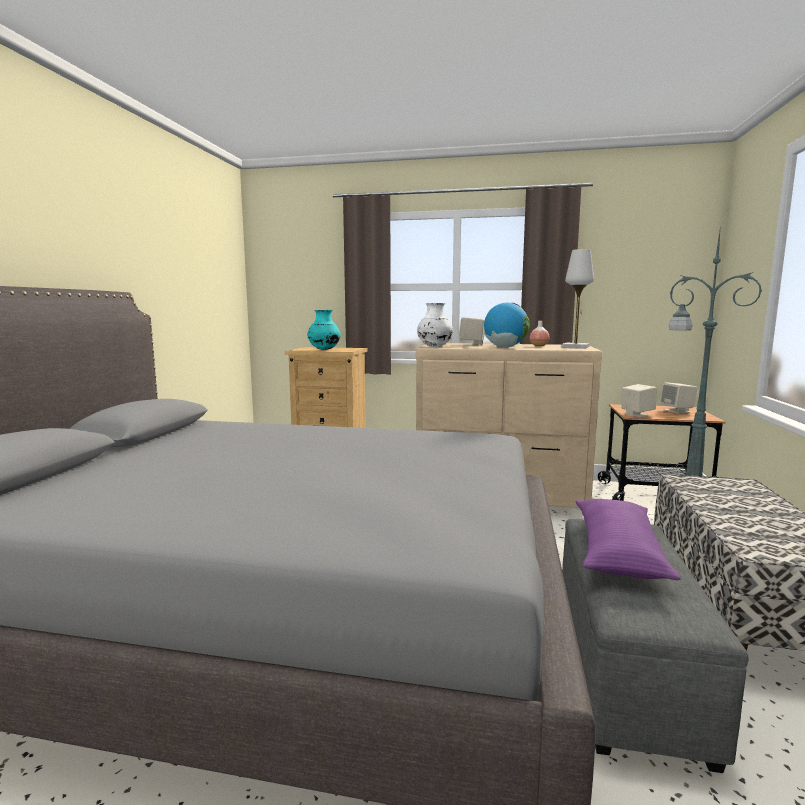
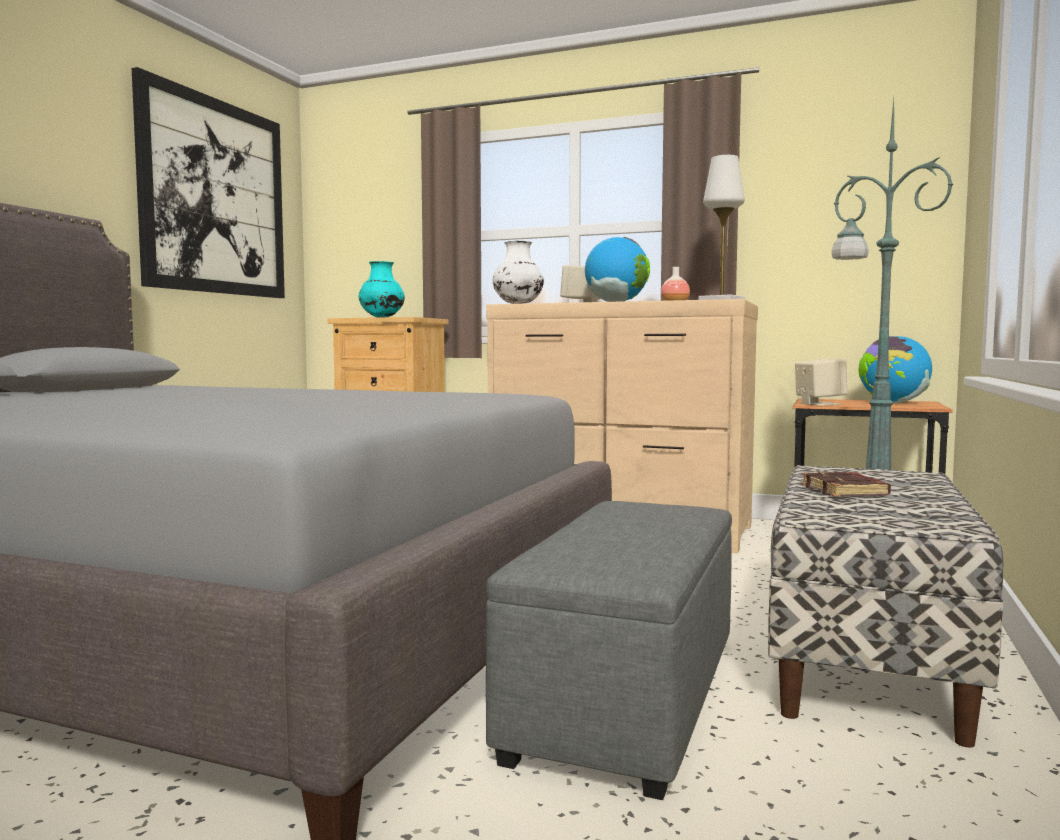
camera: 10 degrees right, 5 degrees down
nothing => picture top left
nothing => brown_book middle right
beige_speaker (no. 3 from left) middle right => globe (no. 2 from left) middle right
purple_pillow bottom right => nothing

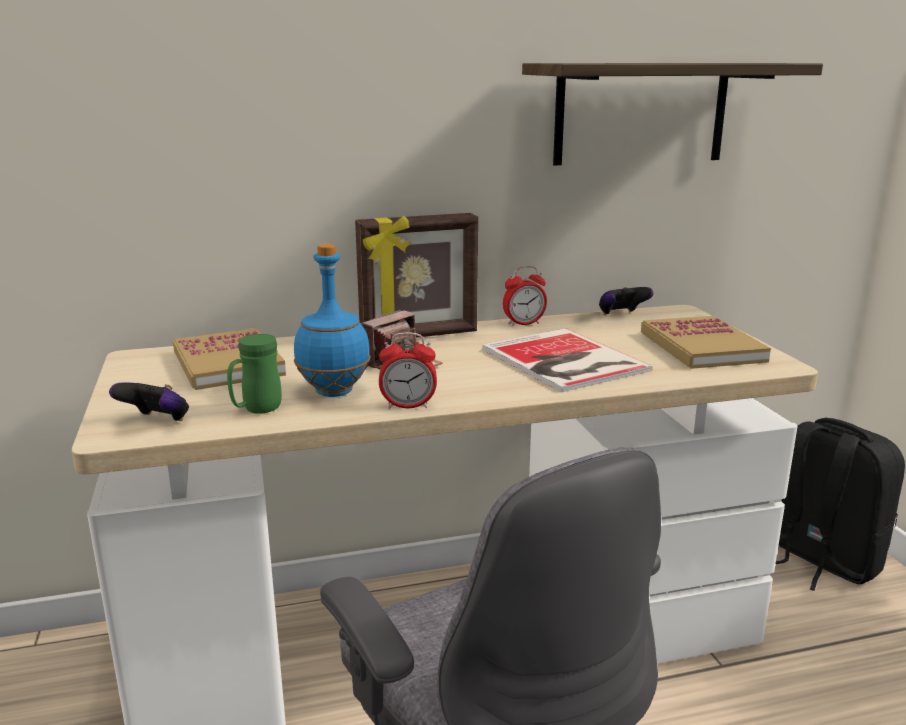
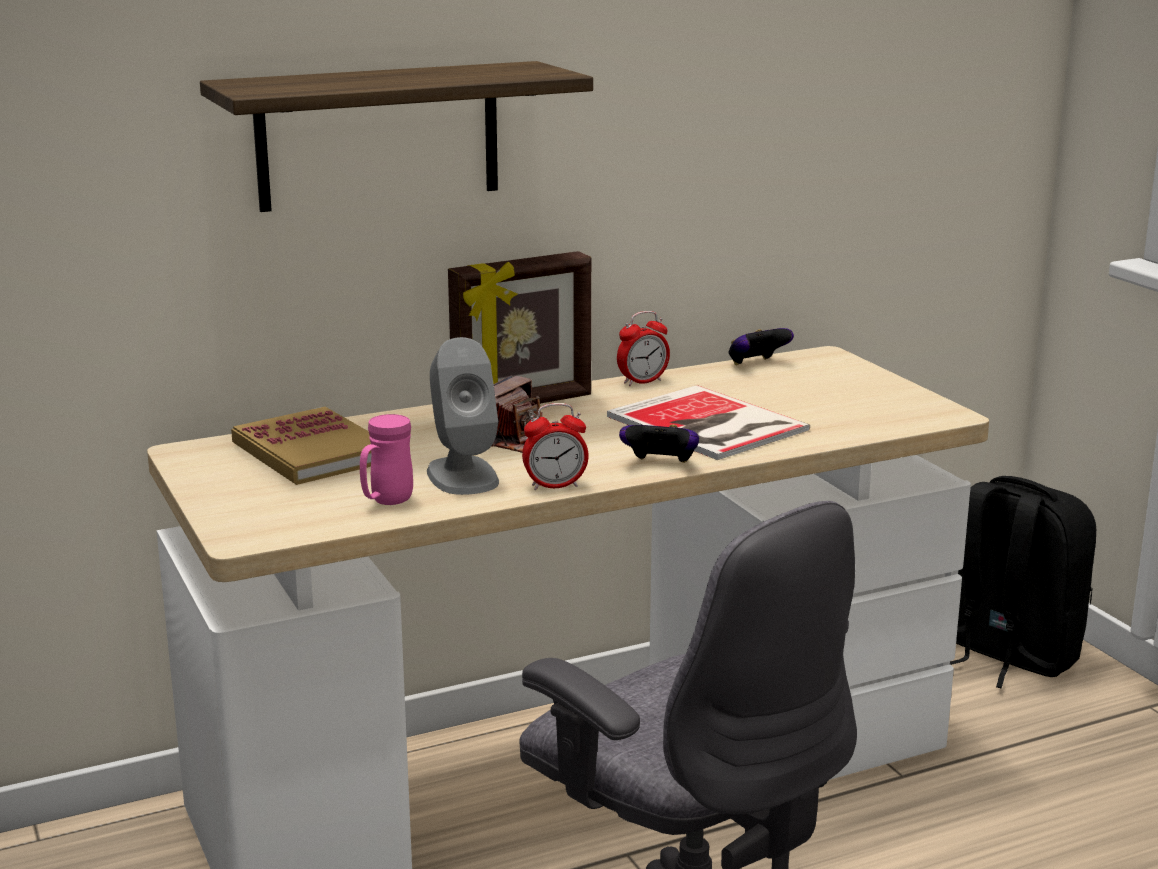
camera: 10 degrees left, 0 degrees up
shelf top right => shelf top centre, relocated
green_mug middle left => pink_mug centre
blue_bottle centre => grey_speaker centre
game_controller (no. 1 from left) middle left => game_controller (no. 1 from left) centre, relocated
book (no. 3 from left) middle right => nothing

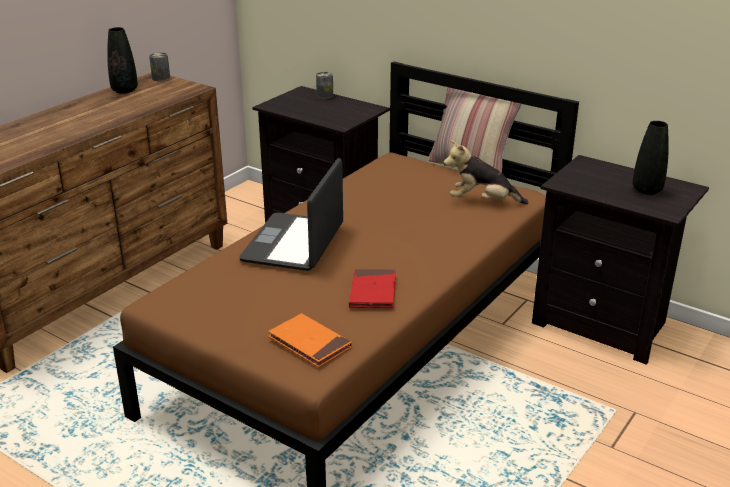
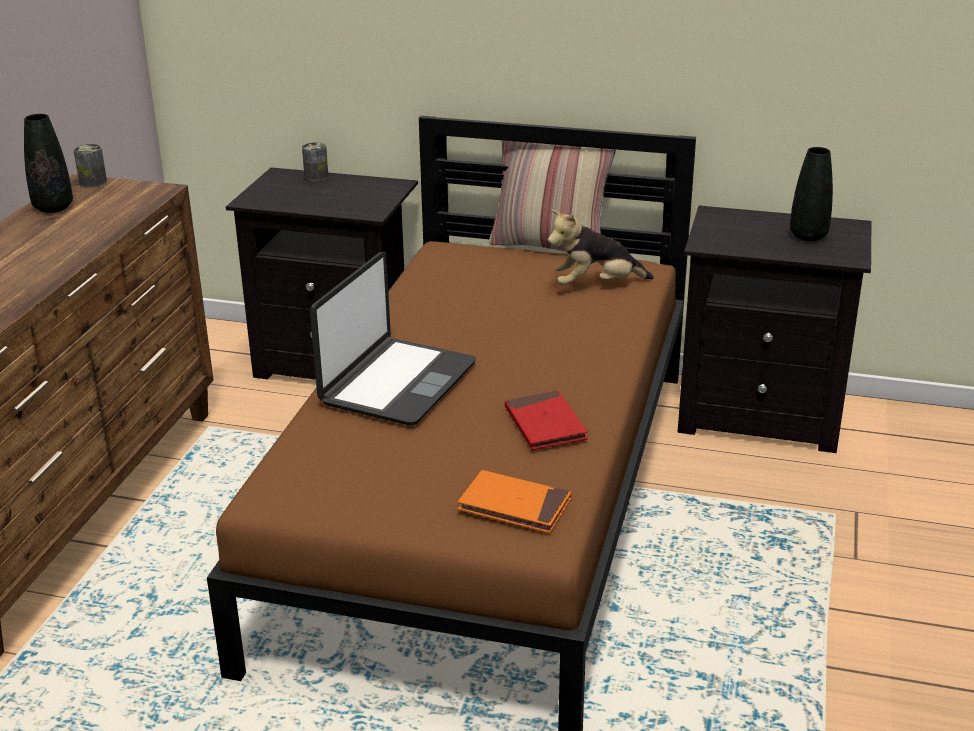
camera: 20 degrees left, 0 degrees up
laptop centre, 150 degrees counterclockwise

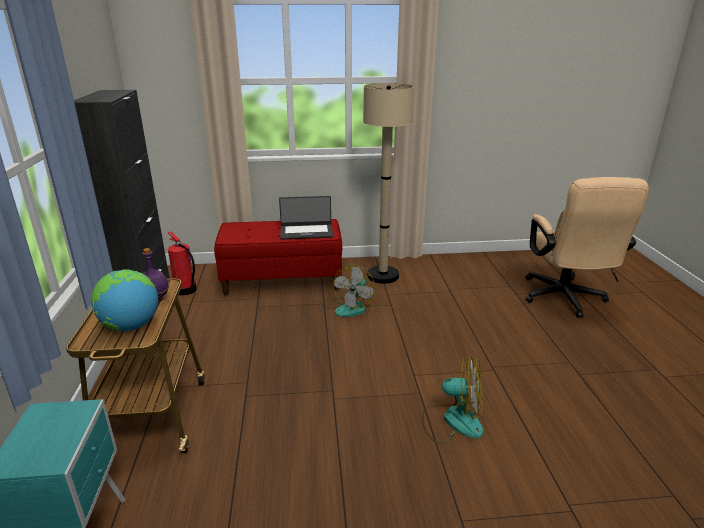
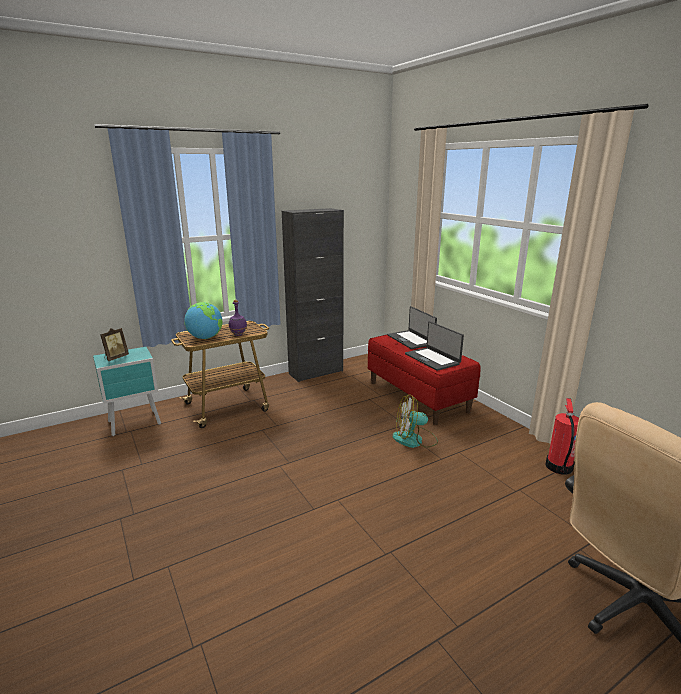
camera: 65 degrees right, 5 degrees down
nothing => picture_frame middle left
nothing => laptop (no. 1 from left) centre
fire_extinguisher middle left => fire_extinguisher middle right, relocated
beige_floor_lamp centre => nothing
fan (no. 2 from left) bottom centre => nothing

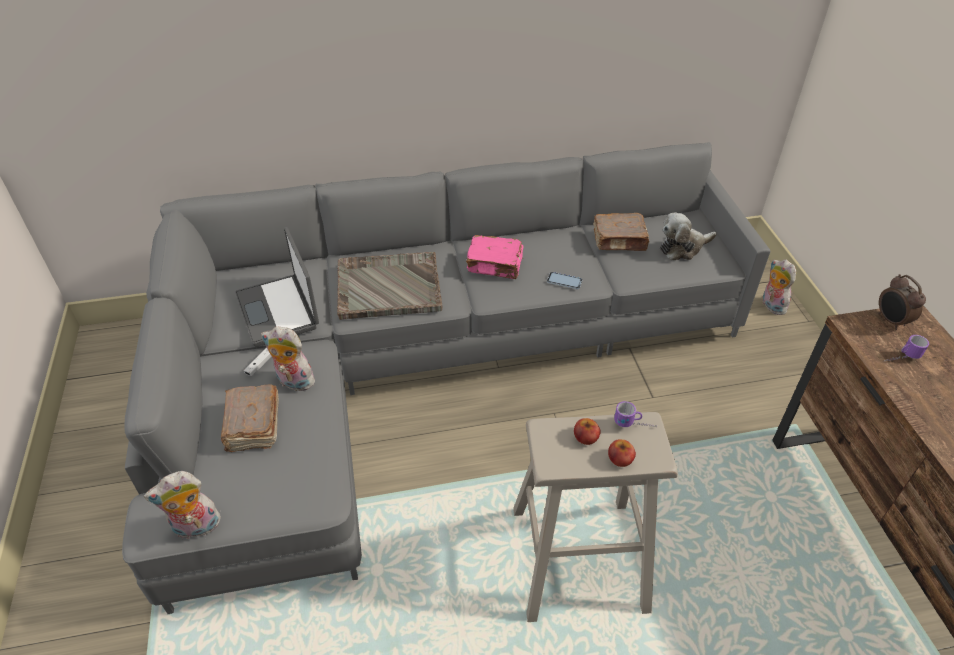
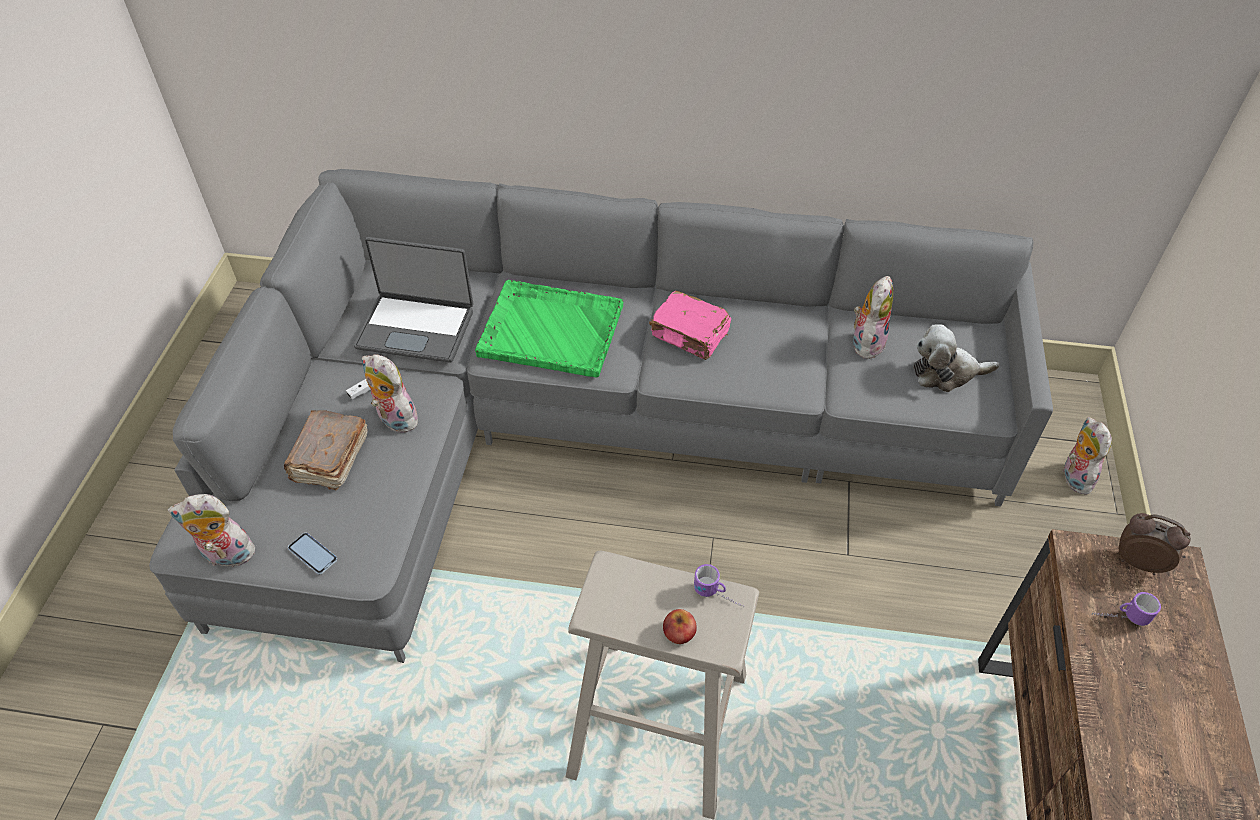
camera: 20 degrees right, 5 degrees up
phone centre => phone bottom left, relocated
laptop middle left, 75 degrees counterclockwise
grey_tray centre => green_tray centre
brown_book (no. 2 from left) centre => plush_toy (no. 3 from left) middle right
alarm_clock middle right, 120 degrees clockwise
apple (no. 1 from left) centre => nothing

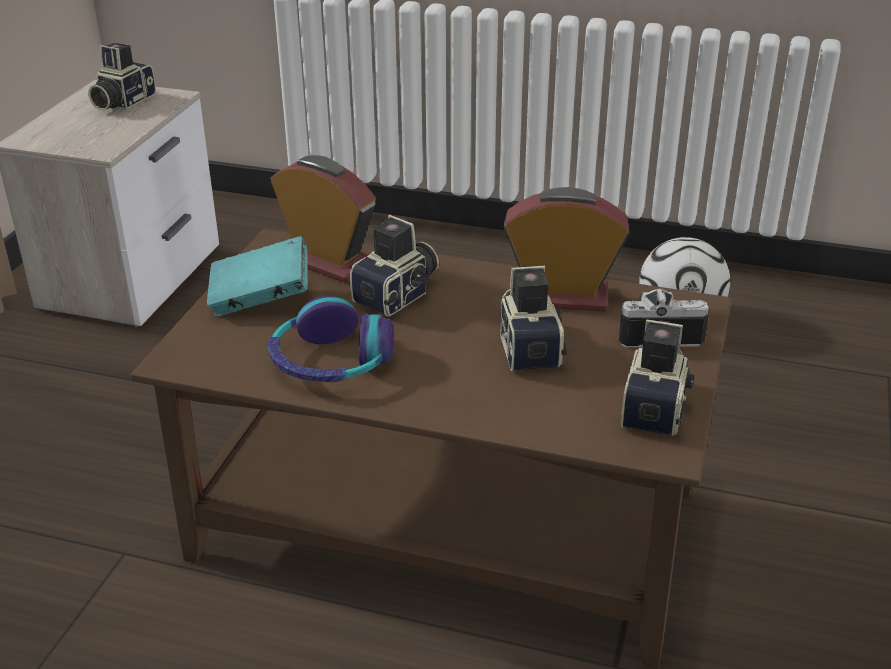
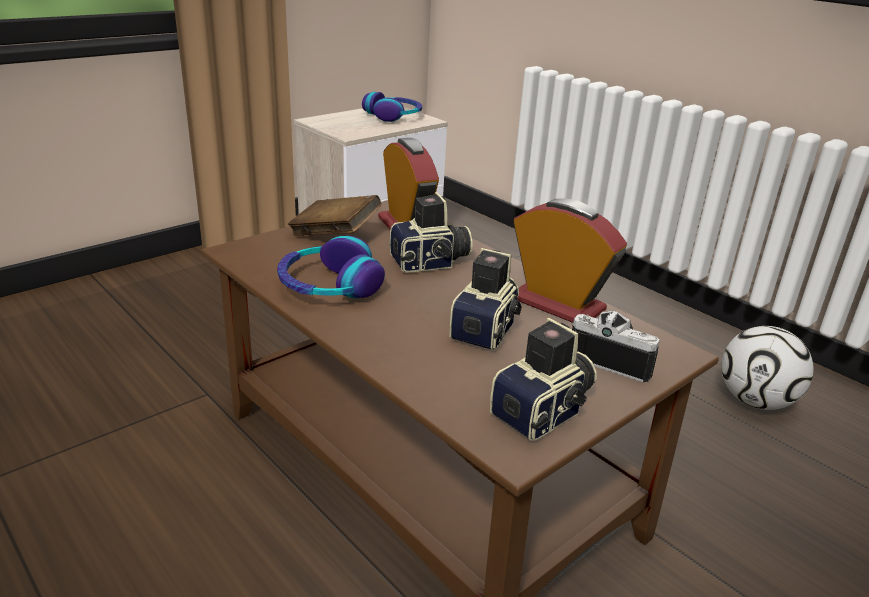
camera: 30 degrees right, 5 degrees down
turquoise_book middle left => brown_book centre
photo_camera (no. 1 from left) top left => headphones (no. 2 from left) top centre

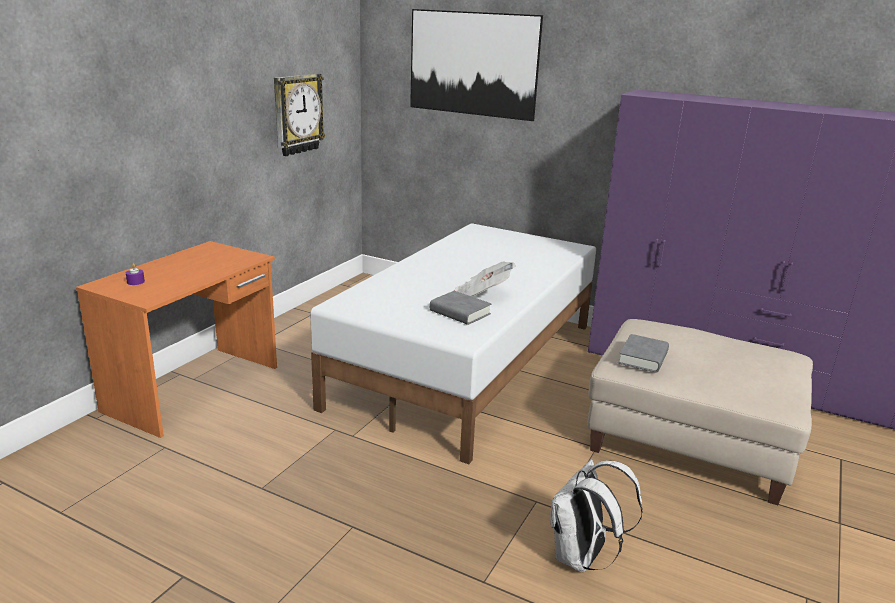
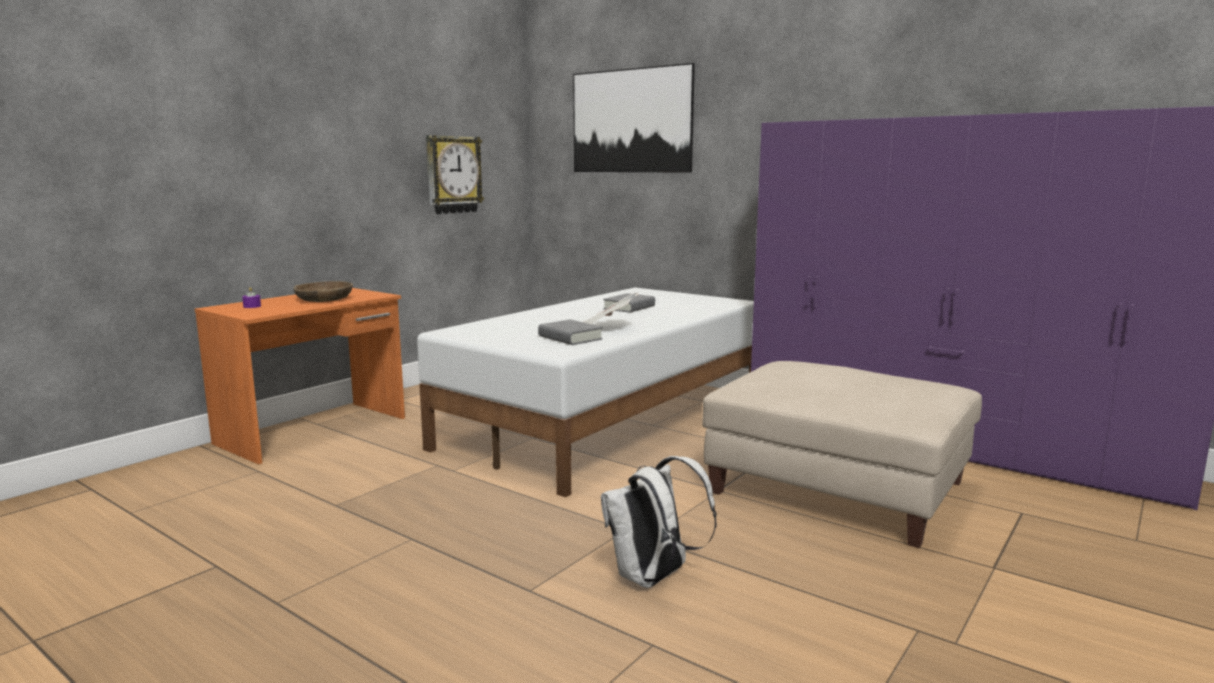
camera: 10 degrees right, 10 degrees down
nothing => brown_bowl middle left
grey_book (no. 2 from left) middle right => grey_book (no. 2 from left) centre, relocated

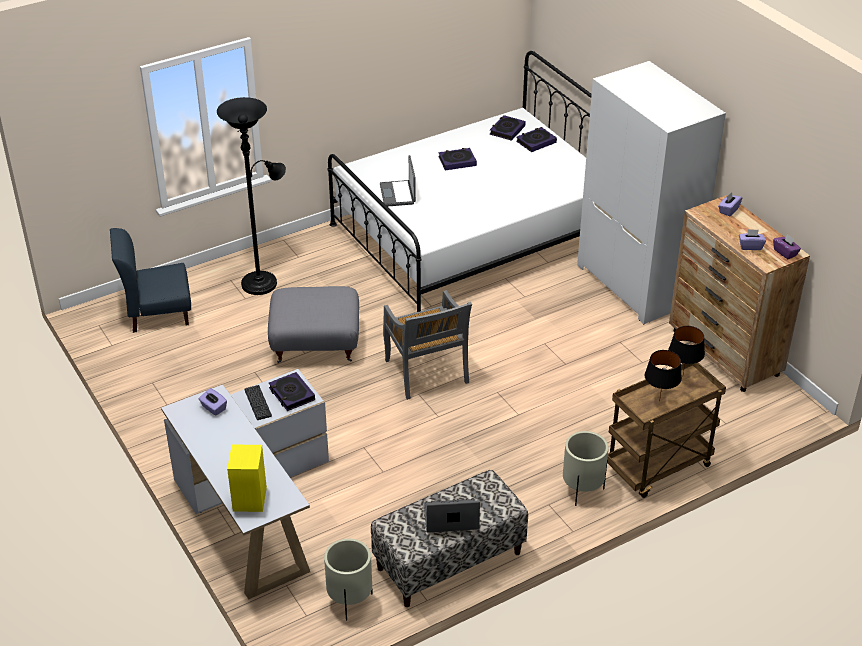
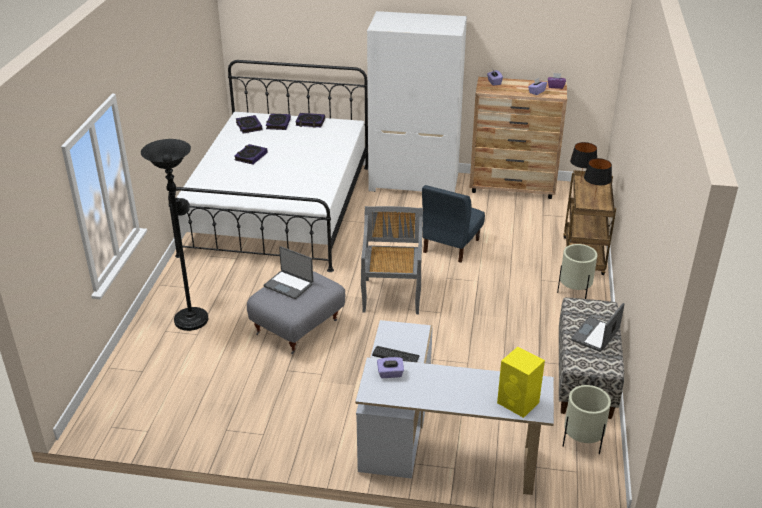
camera: 50 degrees left, 5 degrees down
laptop (no. 1 from left) top centre => laptop (no. 1 from left) centre, relocated
book (no. 1 from left in the first image) centre => book (no. 4 from left) top centre, relocated
grey_chair centre, 105 degrees counterclockwise
blue_chair middle left => blue_chair centre, relocated

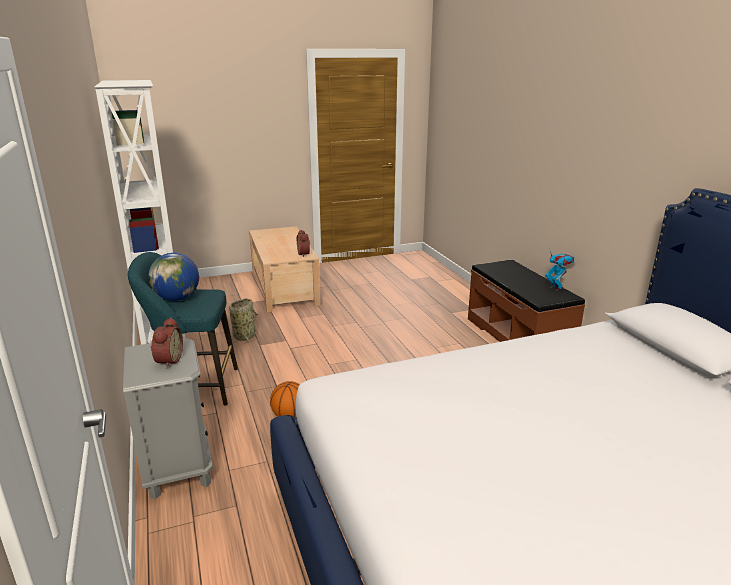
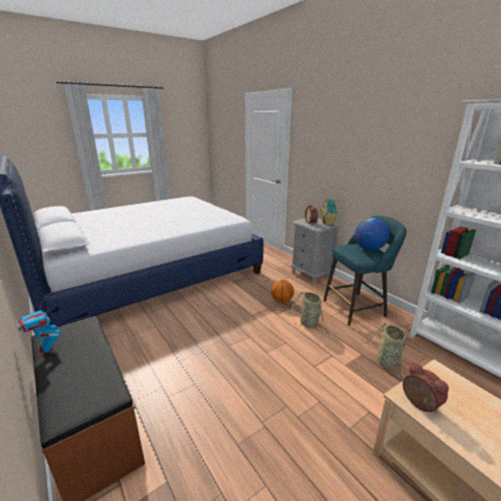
camera: 165 degrees right, 0 degrees up
nothing => basket (no. 1 from left) centre
nothing => toy_house centre

